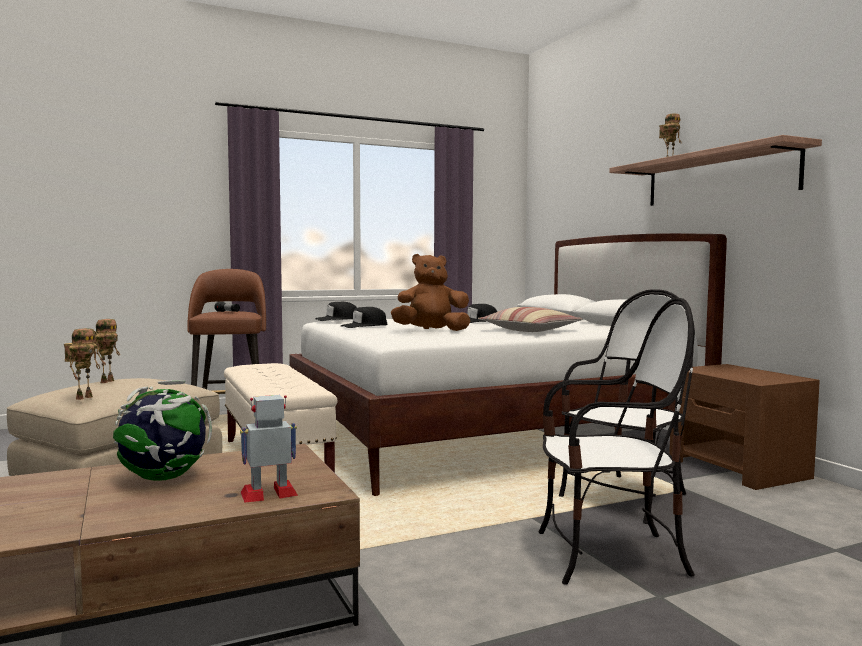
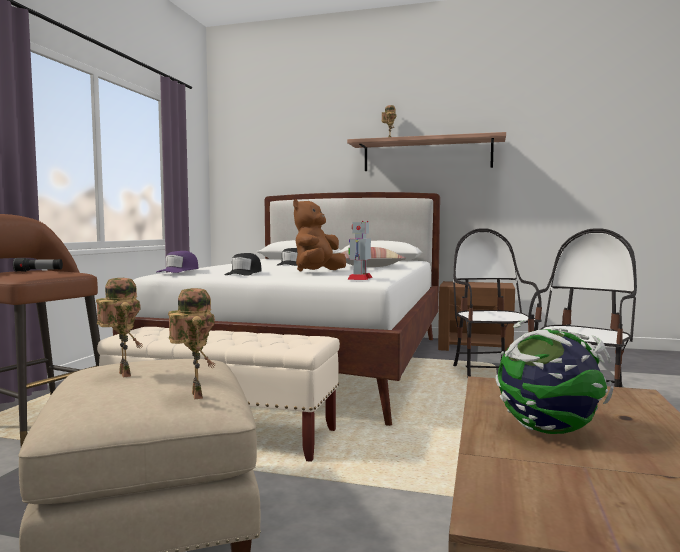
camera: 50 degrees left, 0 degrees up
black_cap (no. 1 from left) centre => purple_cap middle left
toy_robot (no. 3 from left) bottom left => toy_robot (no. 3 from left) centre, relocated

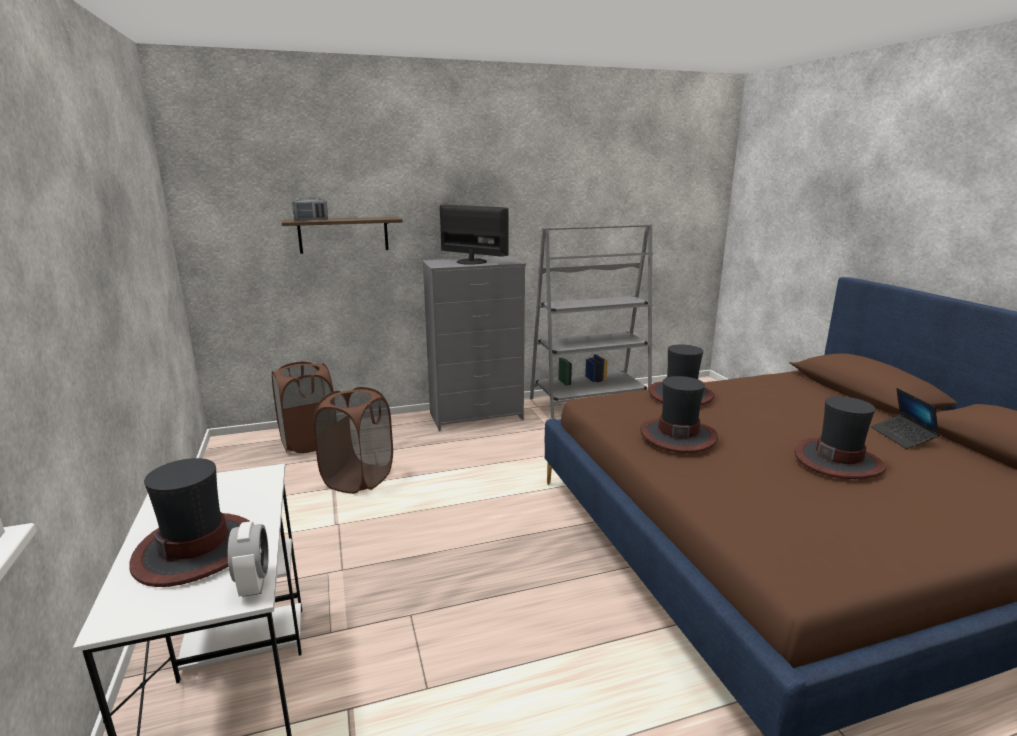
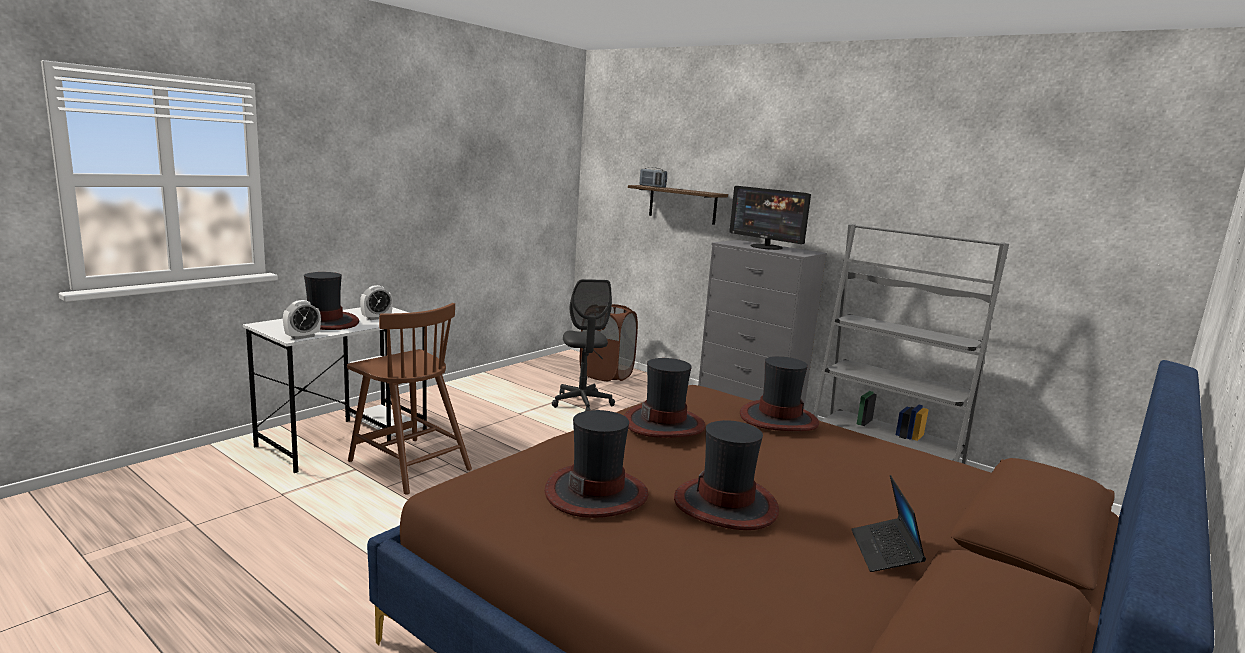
camera: 55 degrees right, 5 degrees down
nothing => brown_chair middle left
nothing => alarm_clock (no. 2 from left) middle left
nothing => hat (no. 2 from left) bottom centre
brown_laundry_basket (no. 2 from left) centre => grey_office_chair centre
monitor top centre => monitor centre, 135 degrees clockwise
laptop middle right => laptop bottom right, 45 degrees counterclockwise

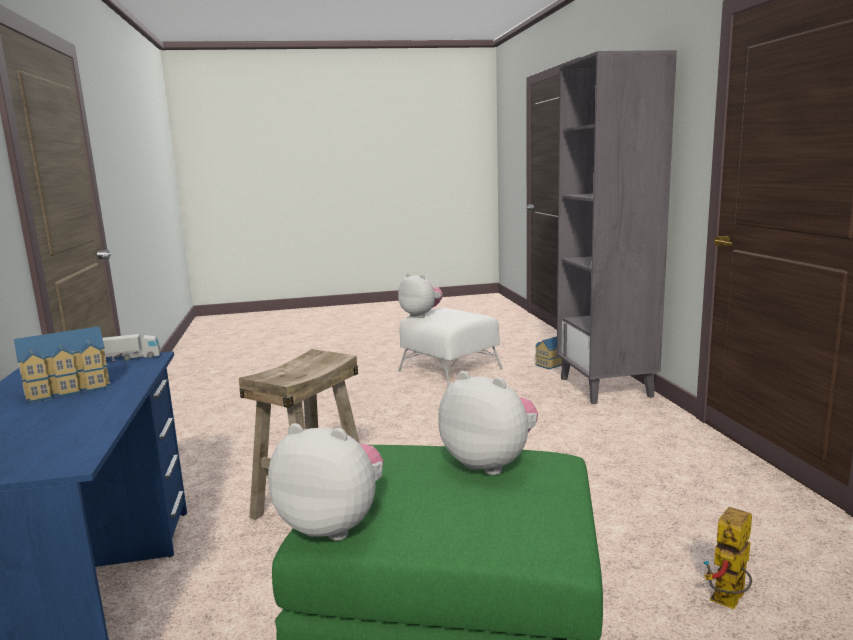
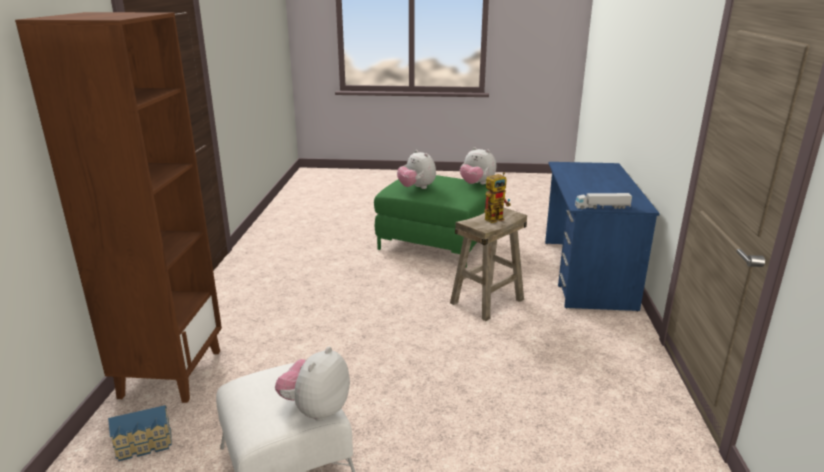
camera: 165 degrees left, 10 degrees up
grey_bookcase middle right => brown_bookcase middle left
plush_toy (no. 2 from left in the first image) centre => plush_toy (no. 1 from left) bottom centre, 60 degrees clockwise
toy_robot bottom right => toy_robot centre, relocated
toy_house (no. 1 from left) middle left => nothing

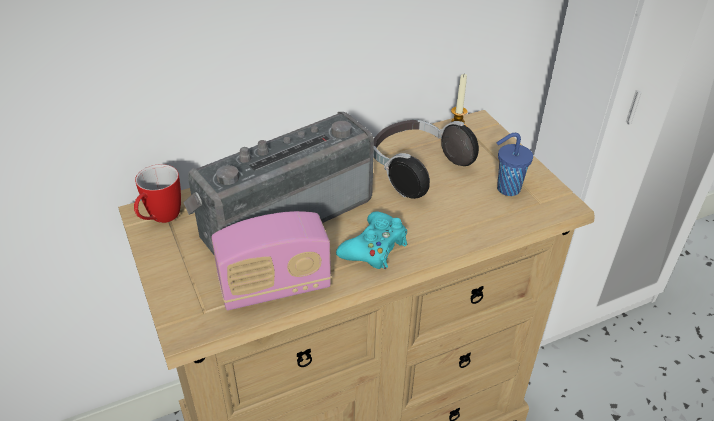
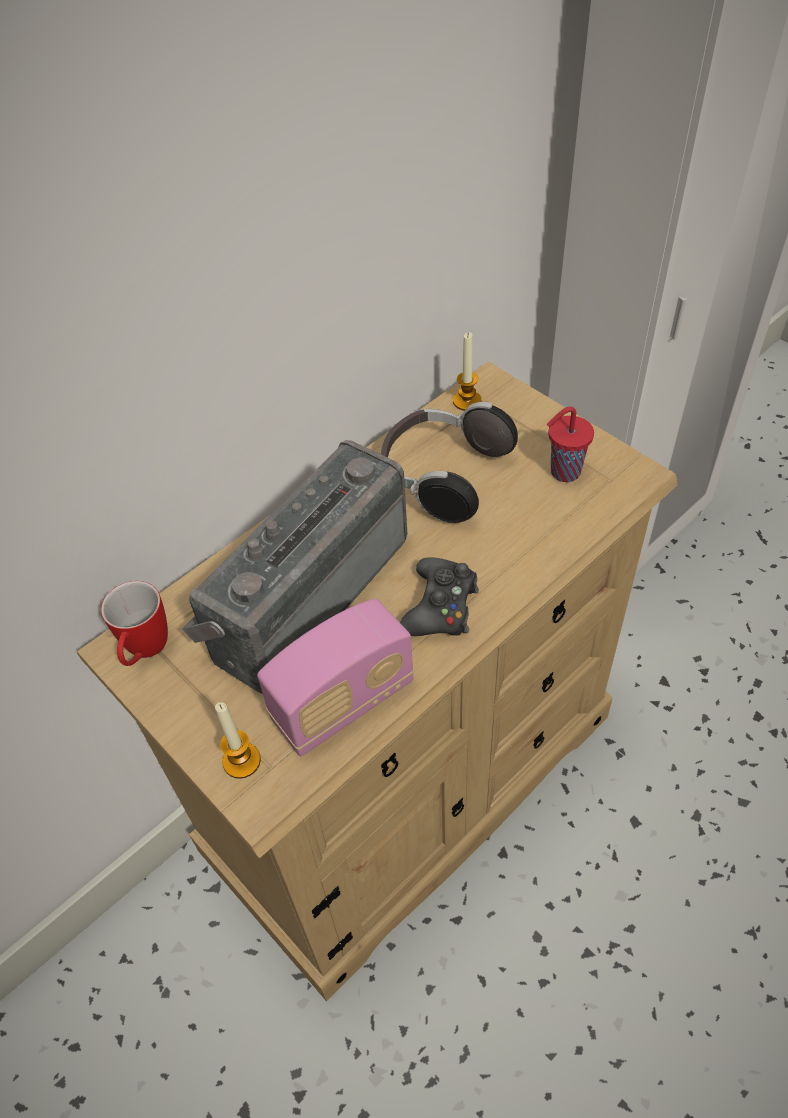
camera: 15 degrees left, 10 degrees up
nothing => candle (no. 1 from left) middle left
turquoise_game_controller centre => black_game_controller centre
blue_cup middle right => red_cup middle right

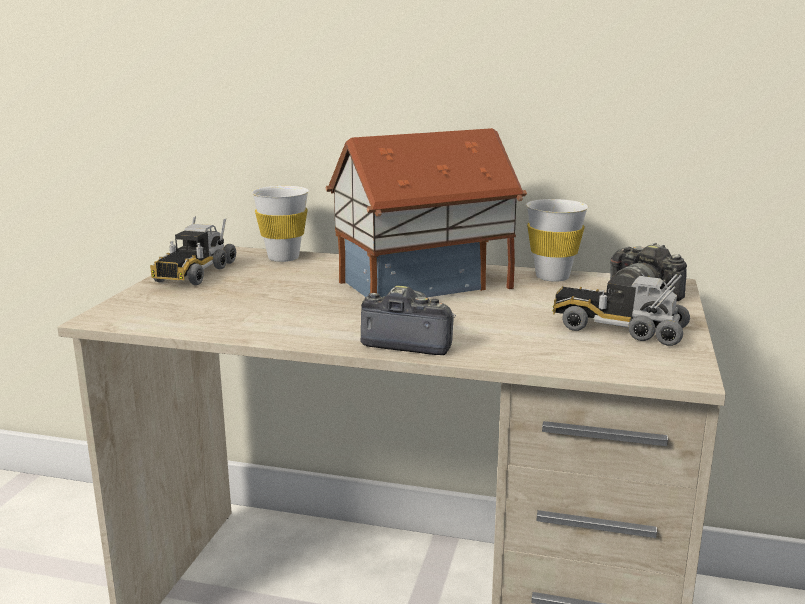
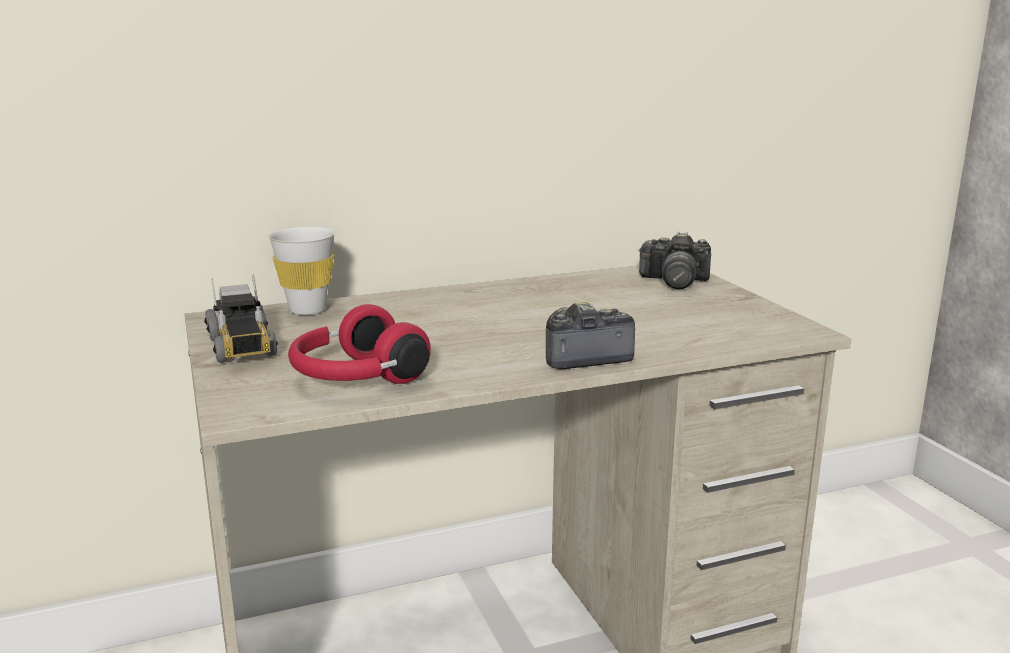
camera: 35 degrees left, 0 degrees up
nothing => red_headphones centre
toy_house centre => nothing
white_cup (no. 2 from left) middle right => nothing
toy_truck (no. 2 from left) middle right => nothing

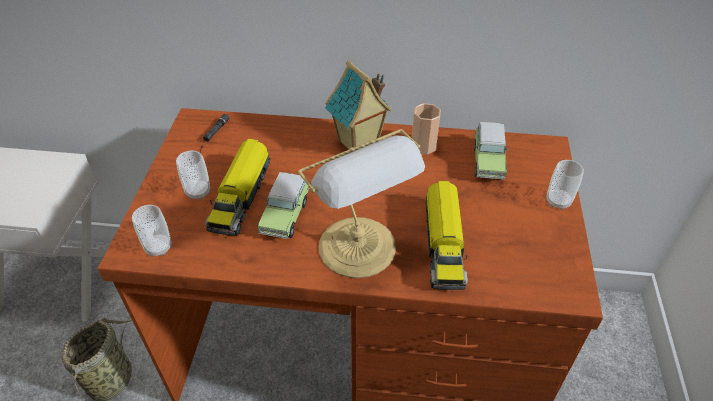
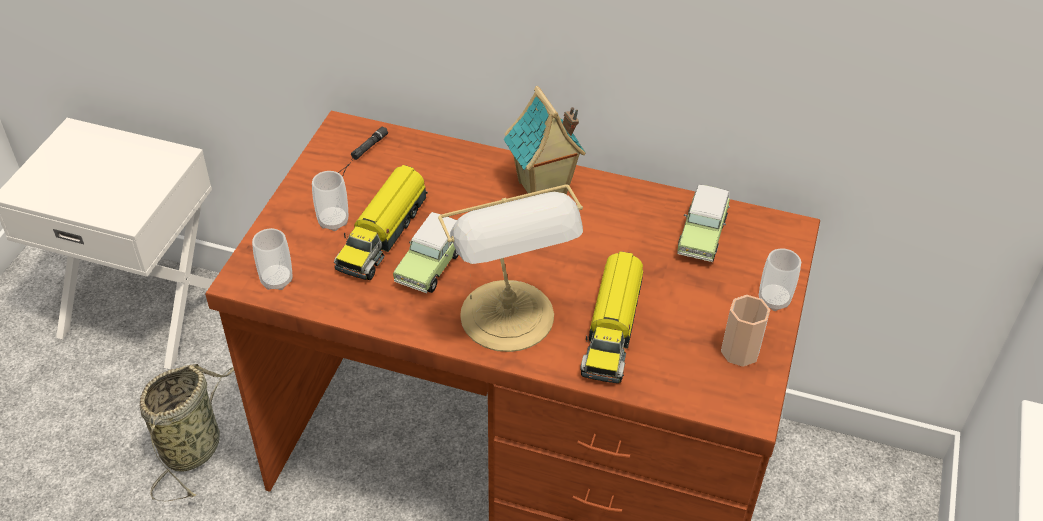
camera: 10 degrees right, 0 degrees up
cup (no. 3 from left) top centre => cup (no. 3 from left) middle right, relocated

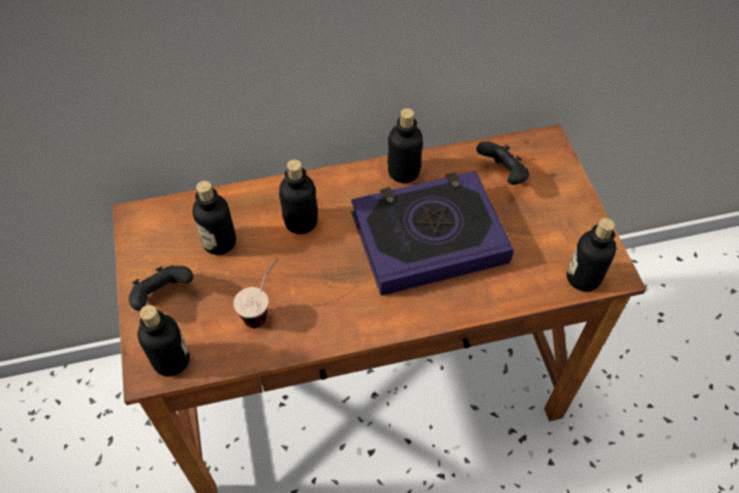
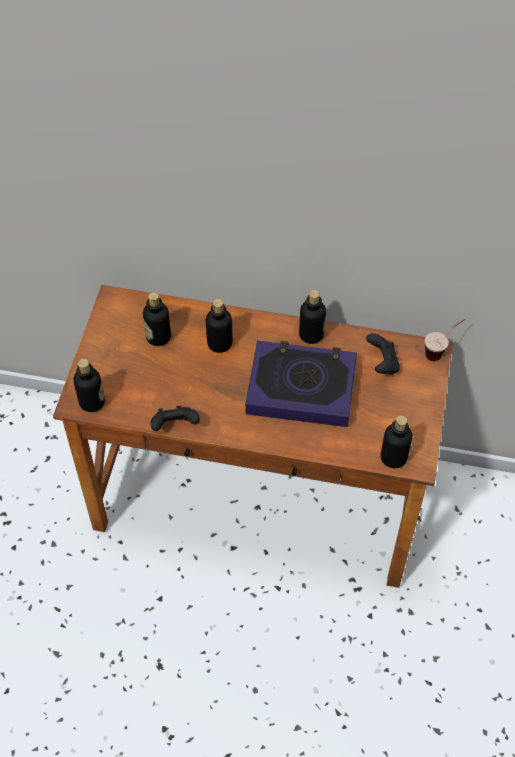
camera: 25 degrees right, 0 degrees up
black_game_controller (no. 1 from left) middle left => black_game_controller (no. 1 from left) centre, relocated
cup centre => cup middle right, relocated

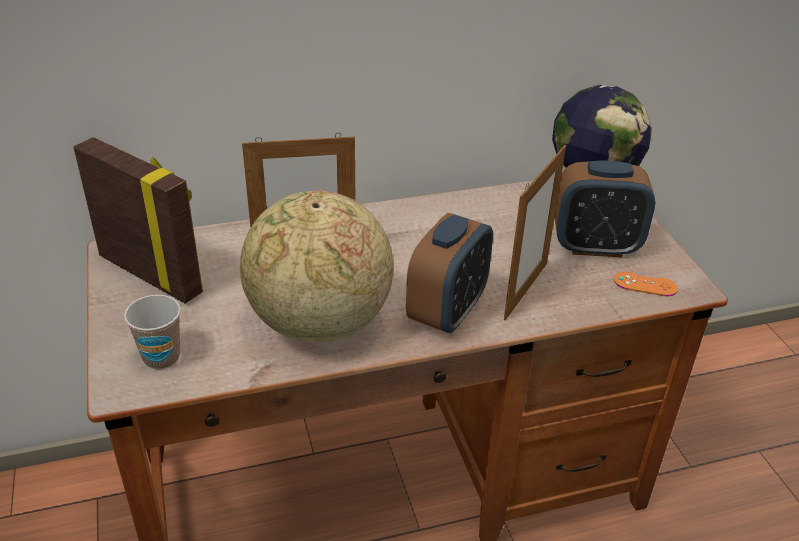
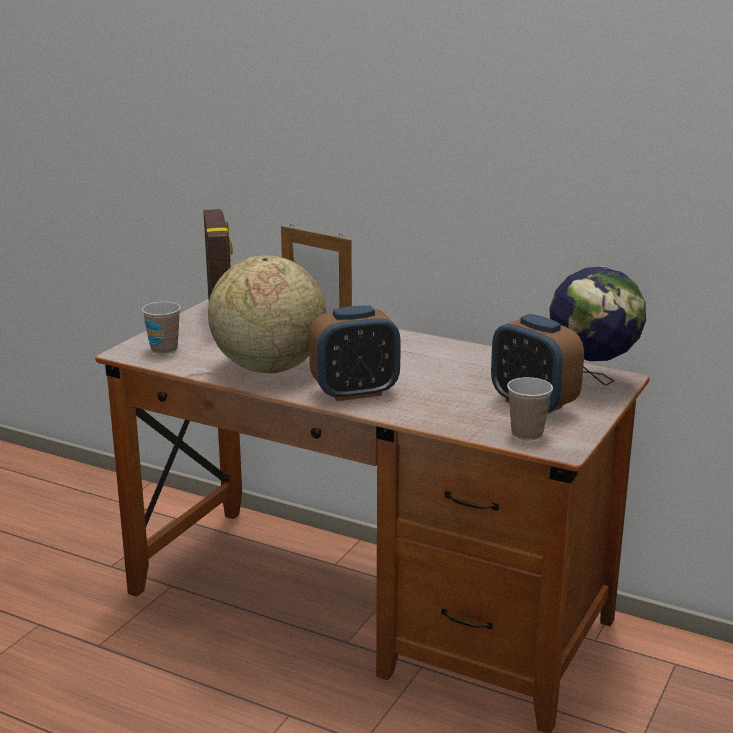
camera: 45 degrees right, 15 degrees down
orange_game_controller middle right => cup (no. 2 from left) middle right
picture_frame (no. 3 from left) middle right => nothing

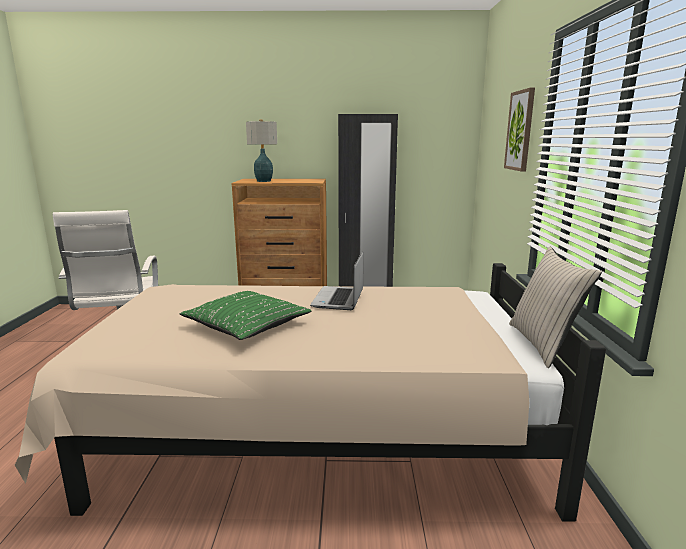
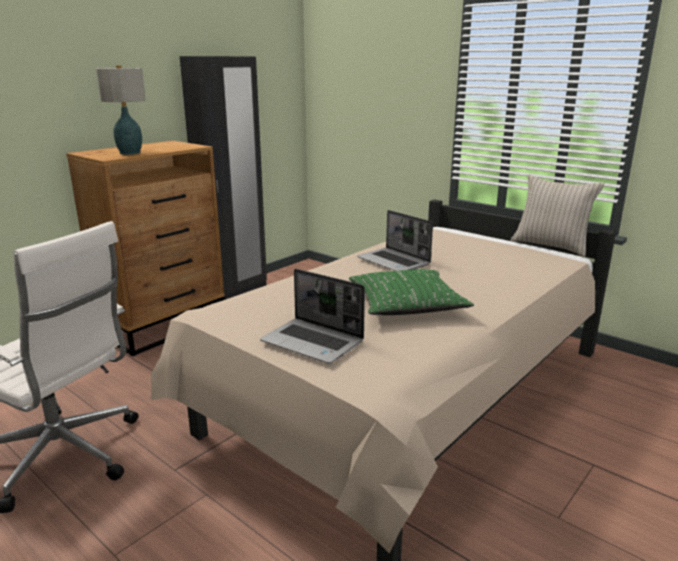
camera: 50 degrees left, 5 degrees up
nothing => laptop (no. 1 from left) centre
picture top right => nothing

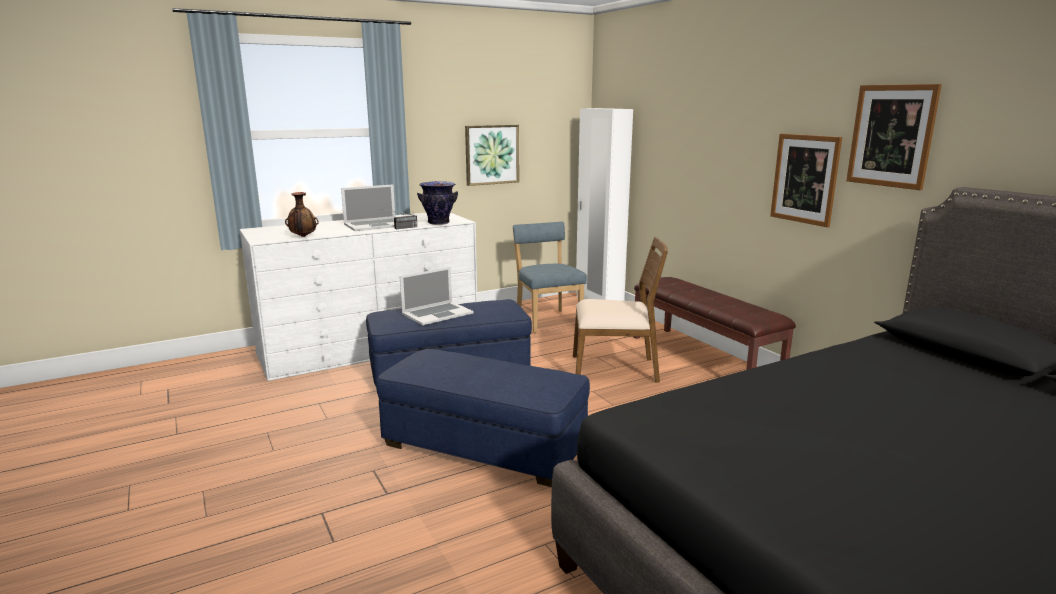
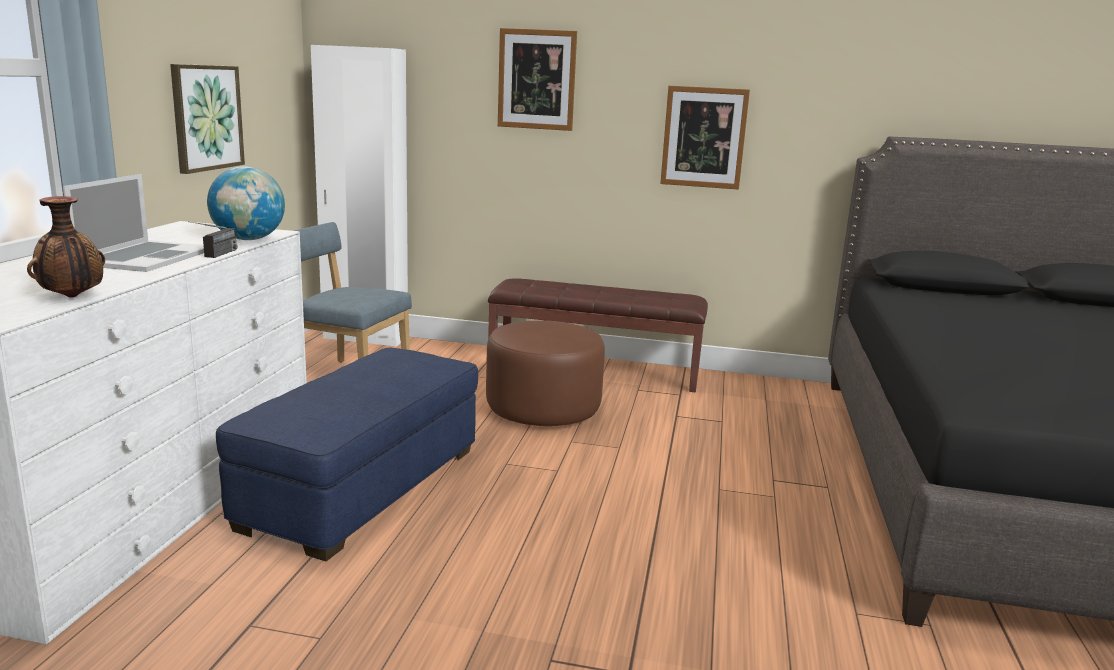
camera: 50 degrees left, 0 degrees up
vase (no. 2 from left) centre => globe top left
brown_chair centre => brown_ottoman centre
picture (no. 3 from left in the first image) top right => picture (no. 2 from left) top centre, relocated
blue_ottoman (no. 2 from left) bottom centre => nothing
laptop (no. 2 from left) centre => nothing

